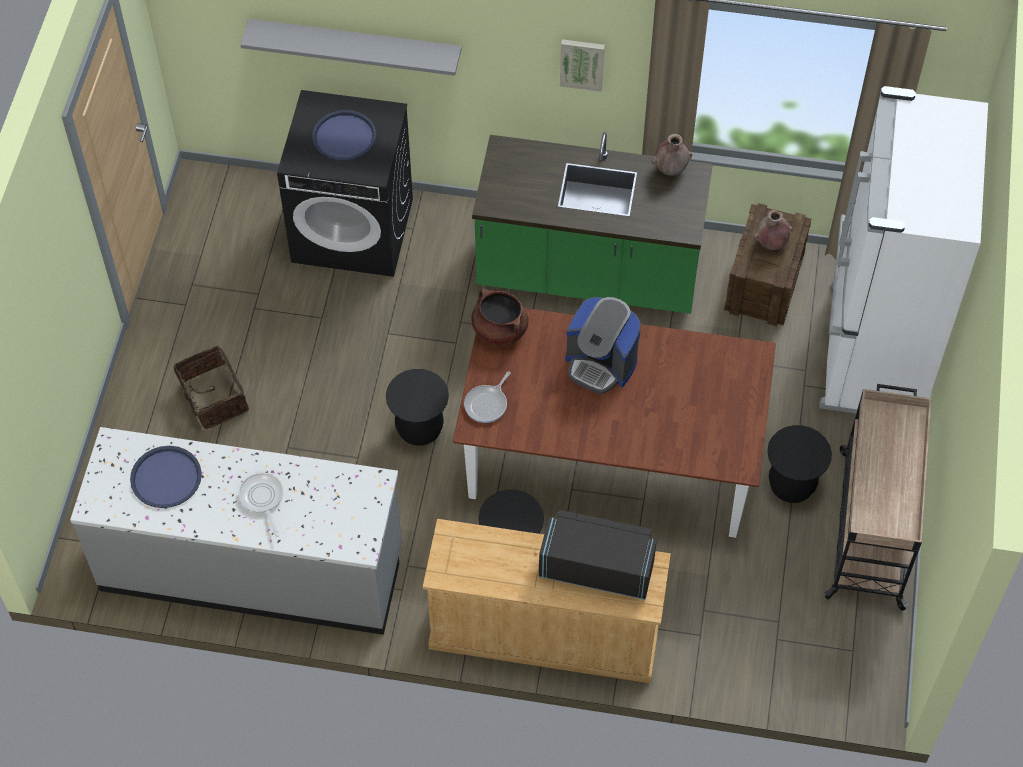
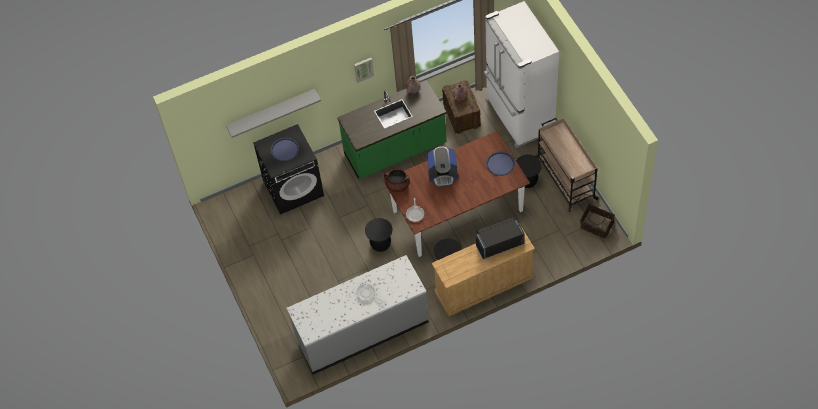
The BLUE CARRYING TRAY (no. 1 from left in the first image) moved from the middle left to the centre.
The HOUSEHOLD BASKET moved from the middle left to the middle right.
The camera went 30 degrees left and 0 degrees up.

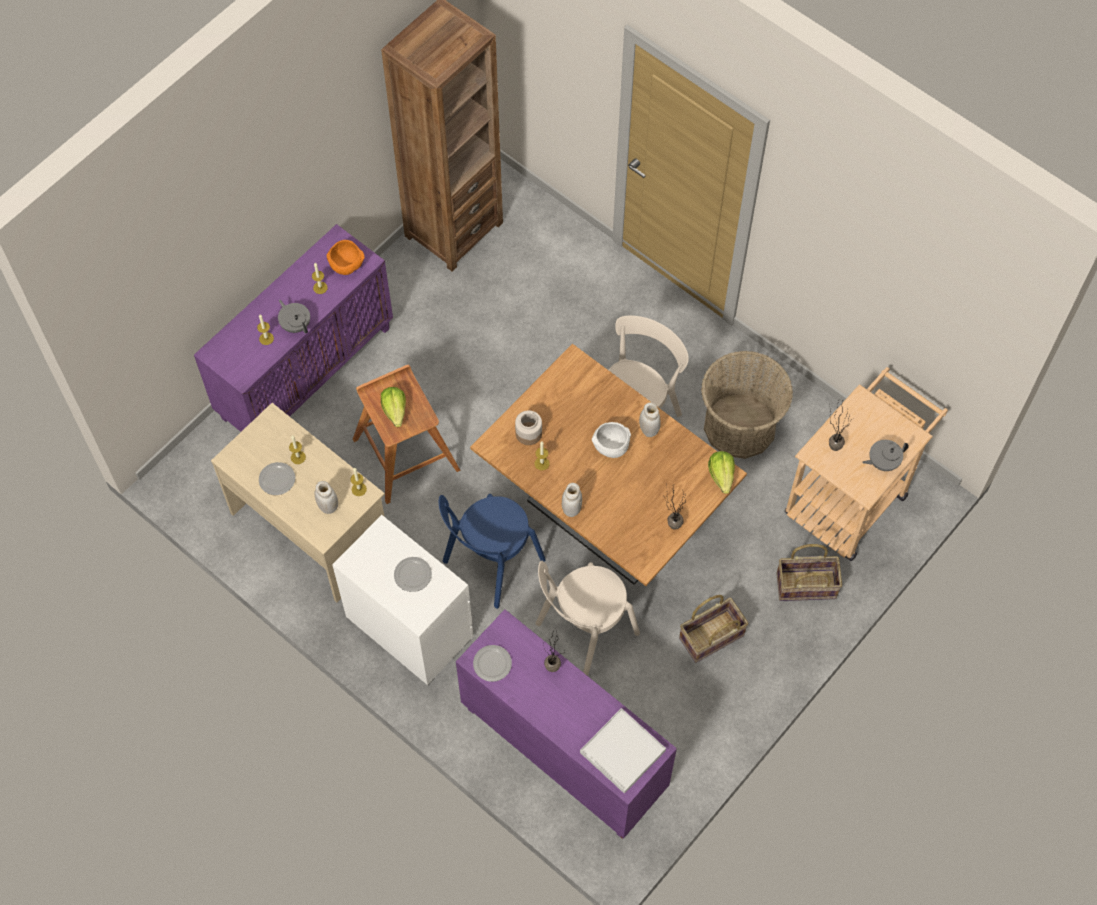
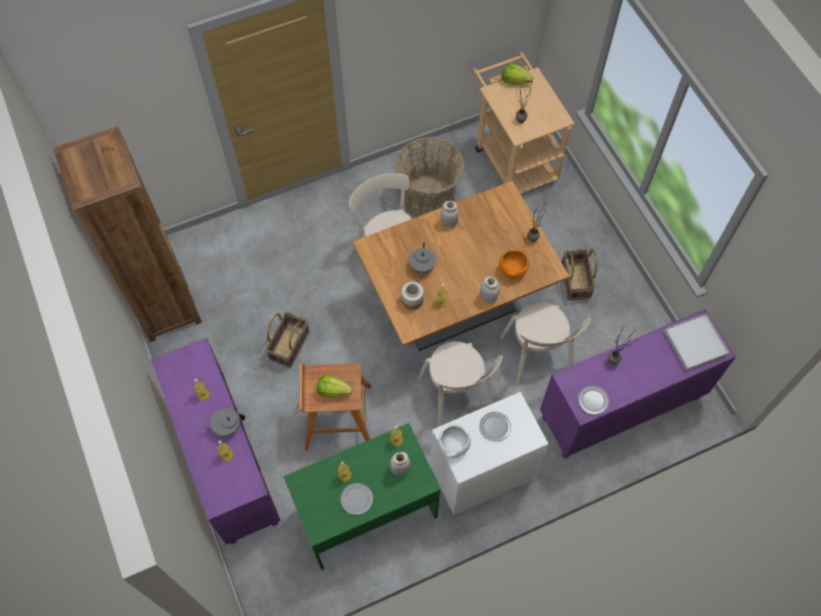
The ORANGEY DEEP DISH moved from the top left to the centre.
The WHITE-COLOURED DEEP DISH moved from the centre to the bottom centre.
The LETTUCE HEAD (no. 2 from left) moved from the centre to the top centre.
The HOUSEHOLD BASKET (no. 3 from left in the first image) moved from the middle right to the centre.
The GRAY POT FOR TEA (no. 2 from left) moved from the middle right to the centre.
The SAND-COLOURED DESK TABLE at the middle left became the GREEN-COLOURED DESK TABLE at the bottom centre.
The BLUE PLAIN CHAIR at the centre became the SAND-COLOURED PLAIN CHAIR (no. 2 from left) at the centre.
The camera went 65 degrees left and 0 degrees up.

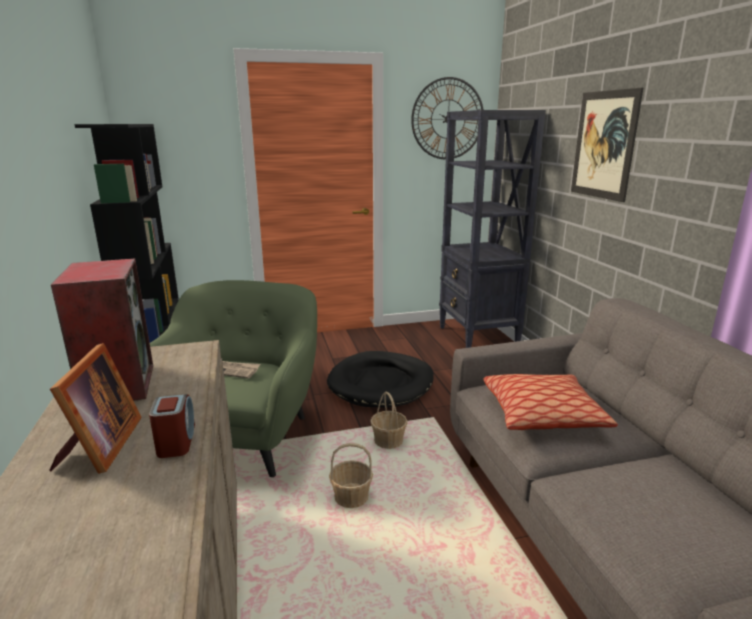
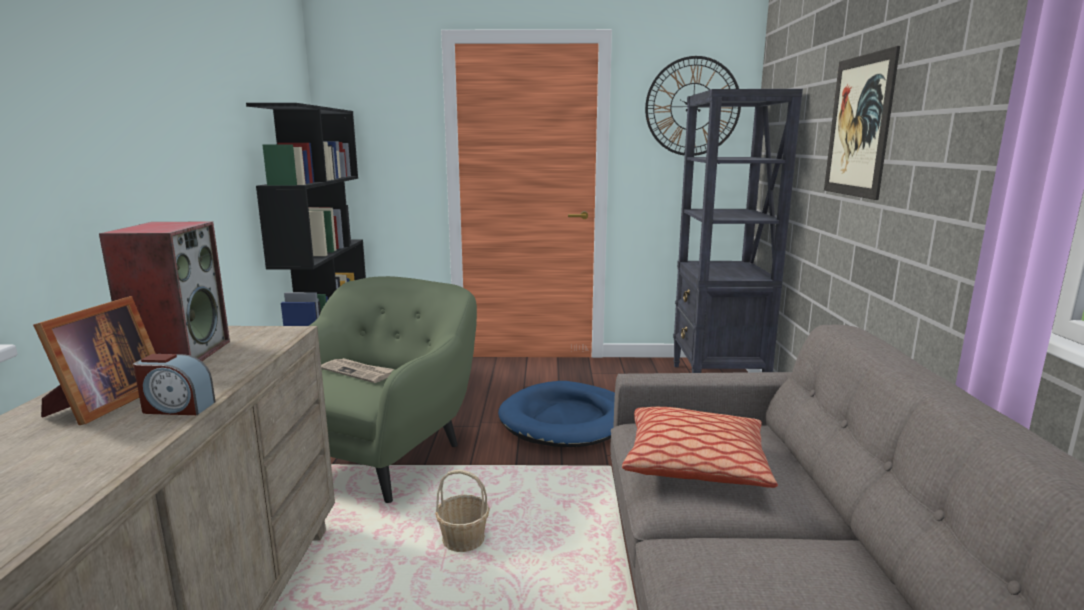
The HOUSEHOLD BASKET (no. 2 from left) at the bottom centre disappeared.
The BLACK-COLOURED DOG CUSHION at the centre became the BLUE DOG CUSHION at the bottom centre.
The TABLE CLOCK at the bottom left turned 90 degrees clockwise.
The camera went 15 degrees right and 5 degrees down.

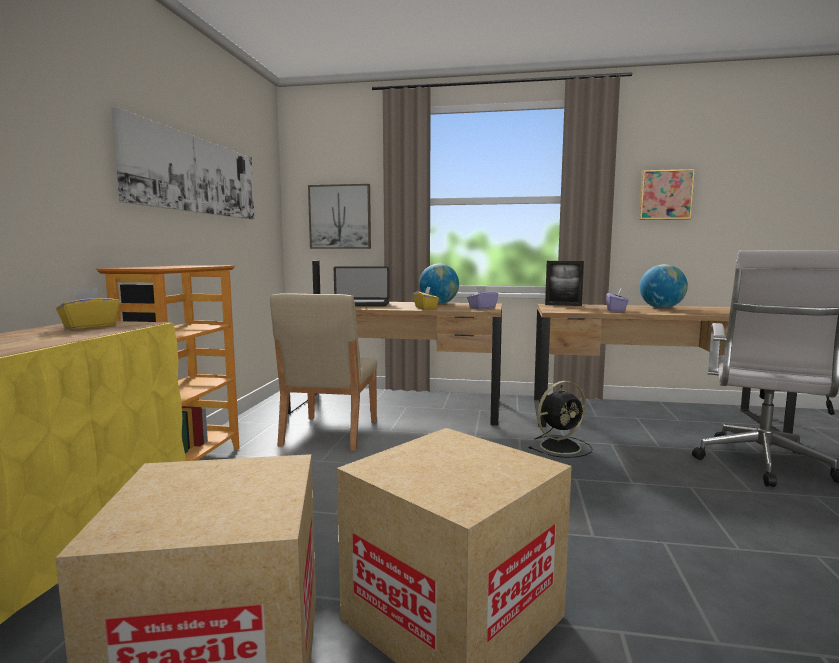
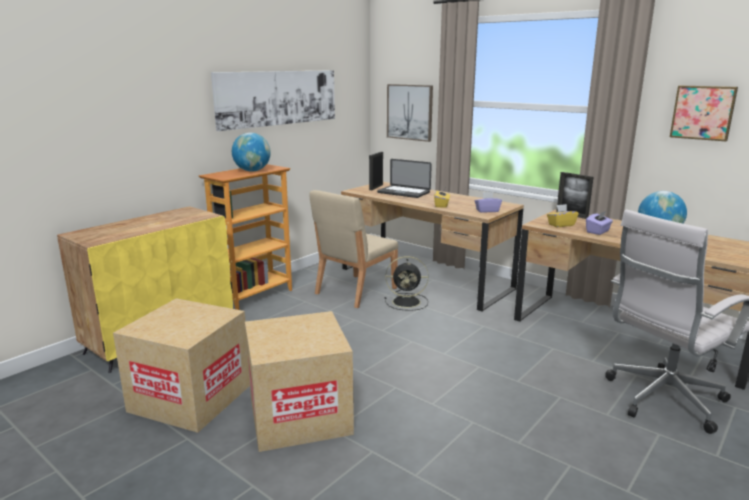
The YELLOW-COLOURED TISSUE HOLDER (no. 1 from left in the first image) moved from the middle left to the middle right.
The WORLD GLOBE (no. 1 from left) moved from the centre to the top centre.
The BLACK-COLOURED FAN moved from the middle right to the centre.
The camera went 30 degrees right and 10 degrees up.

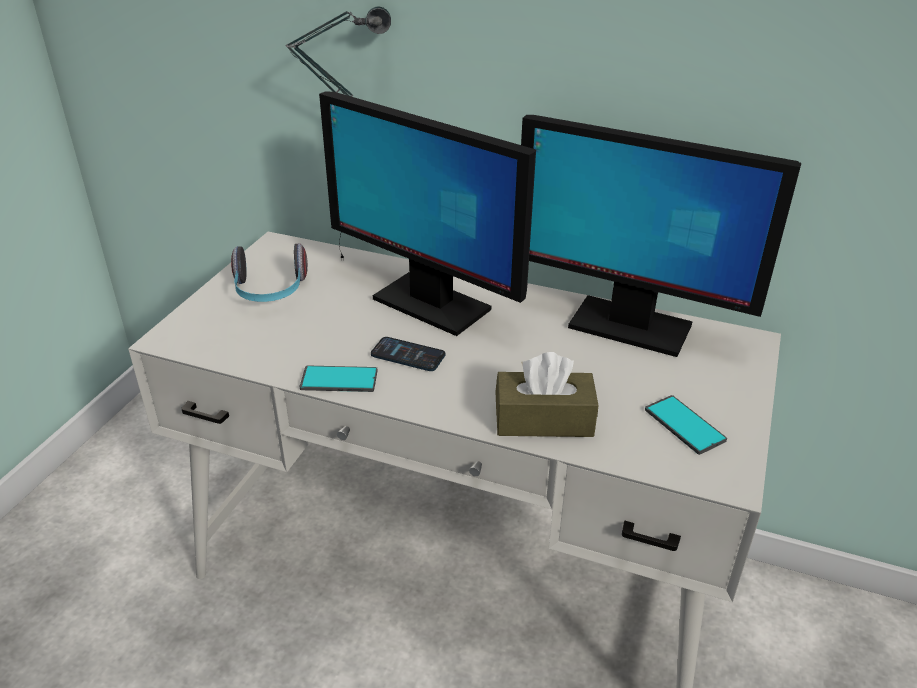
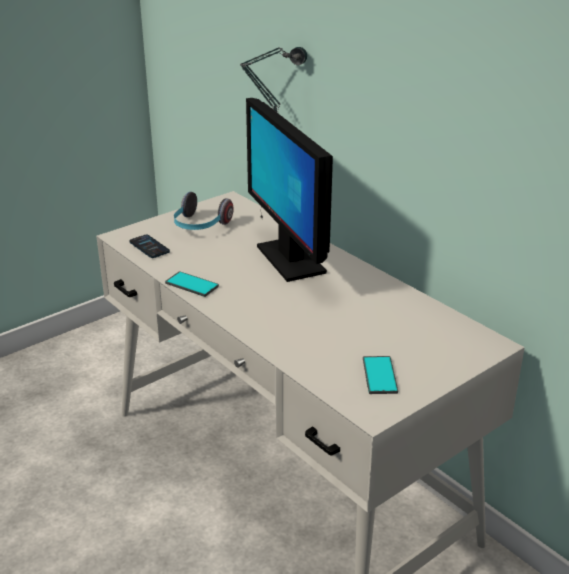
The BROWN-COLOURED TISSUE HOLDER at the centre disappeared.
The MONITOR (no. 2 from left) at the middle right disappeared.
The HANDSET (no. 2 from left in the first image) moved from the centre to the middle left.
The camera went 30 degrees right and 5 degrees down.

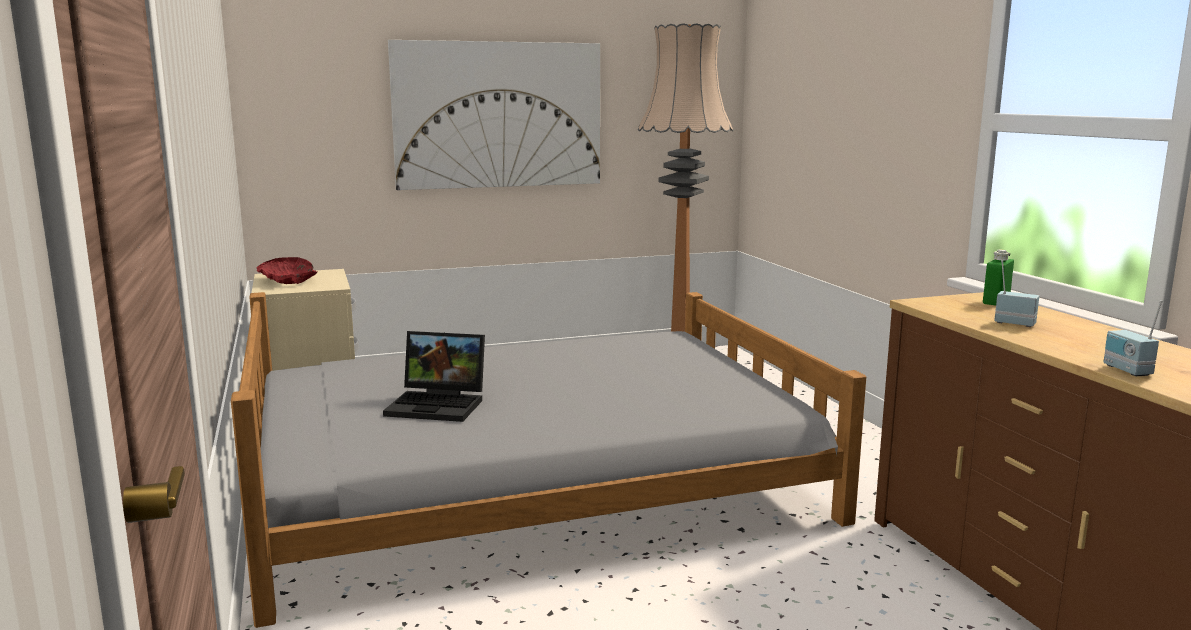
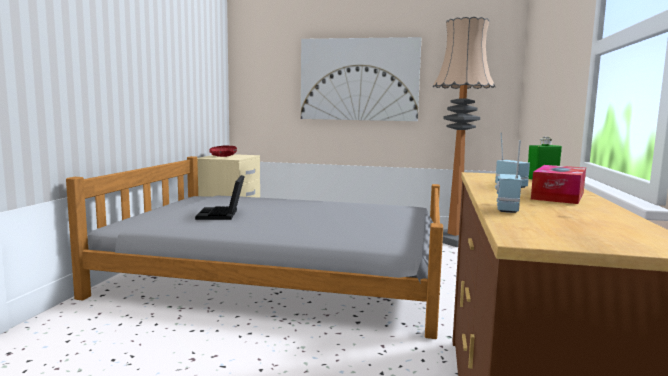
The TISSUE HOLDER at the middle right appeared.
The PORTABLE COMPUTER at the centre turned 45 degrees clockwise.
The camera went 30 degrees right and 5 degrees down.

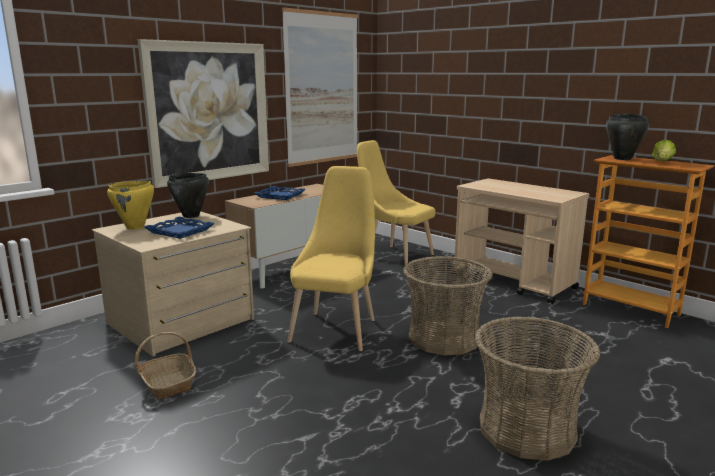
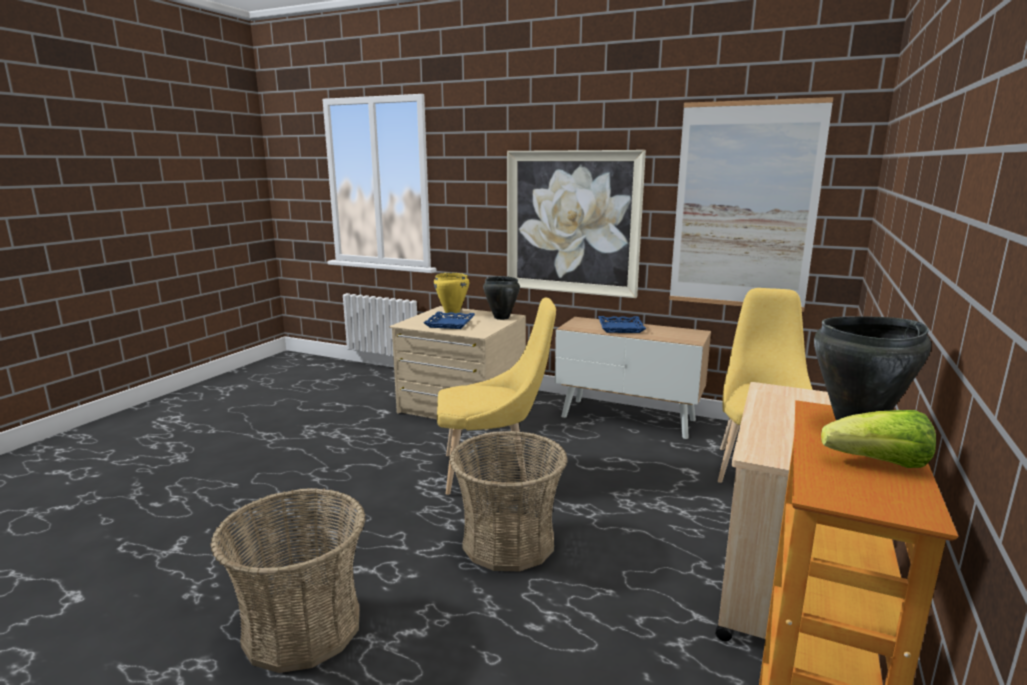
The HOUSEHOLD BASKET (no. 1 from left) at the bottom left disappeared.
The camera went 70 degrees right and 0 degrees up.

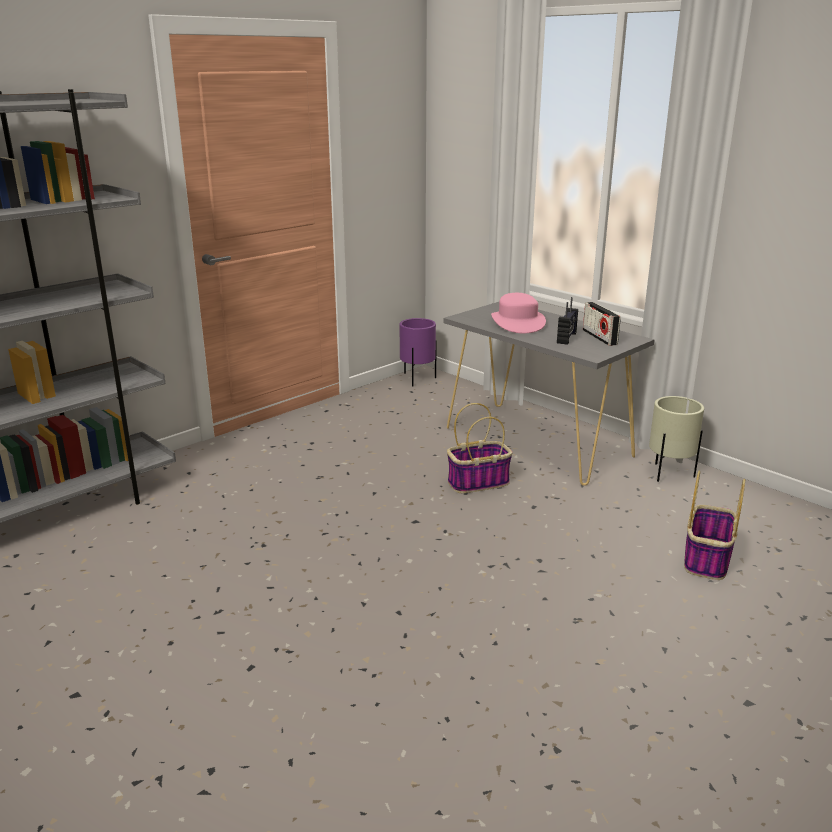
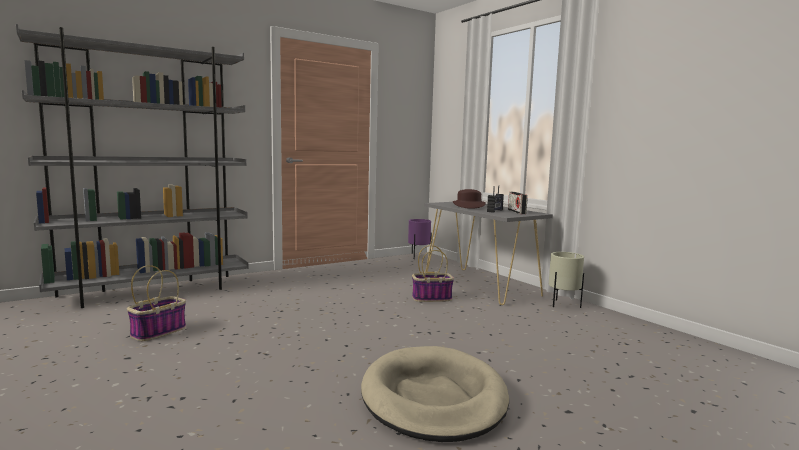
The SAND-COLOURED DOG CUSHION at the bottom centre appeared.
The HOUSEHOLD BASKET (no. 2 from left in the first image) moved from the middle right to the bottom left.
The PINK WEARABLE HAT at the centre became the BROWN-COLOURED WEARABLE HAT at the centre.
The camera went 10 degrees right and 15 degrees down.

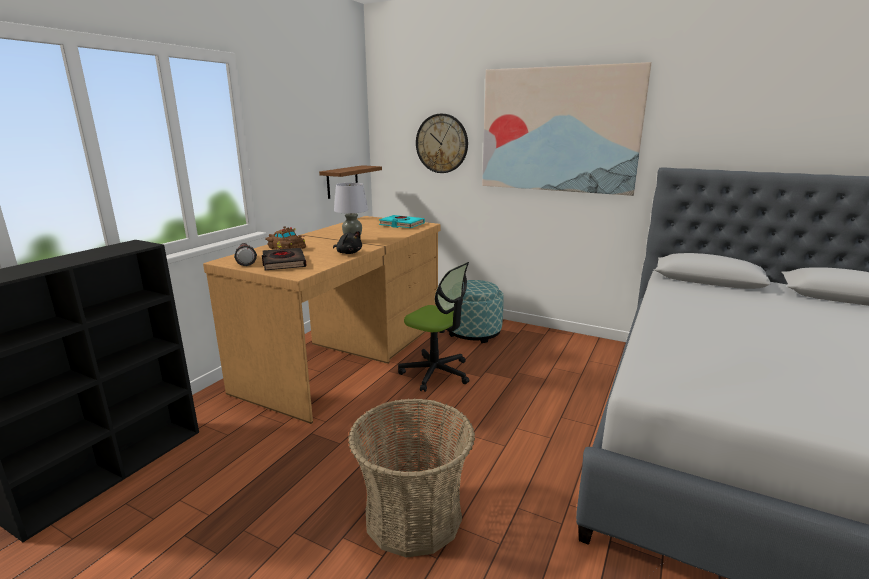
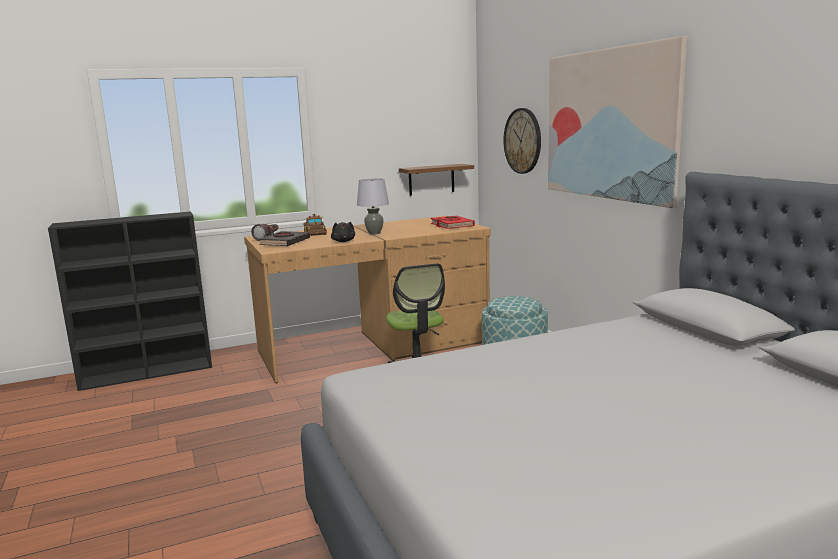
The HOUSEHOLD BASKET at the bottom centre disappeared.
The BLUE-GREEN VOLUME at the centre became the REDDISH VOLUME at the centre.
The camera went 40 degrees right and 5 degrees down.

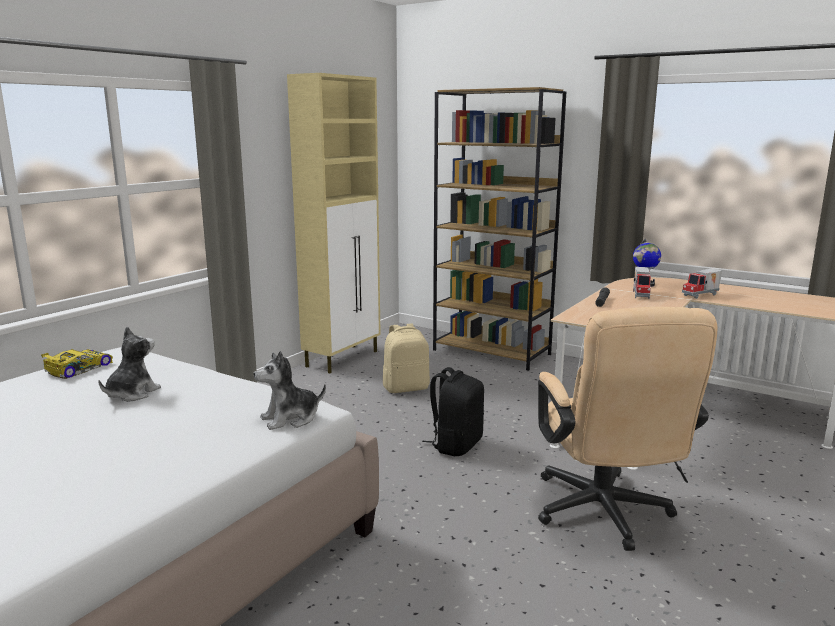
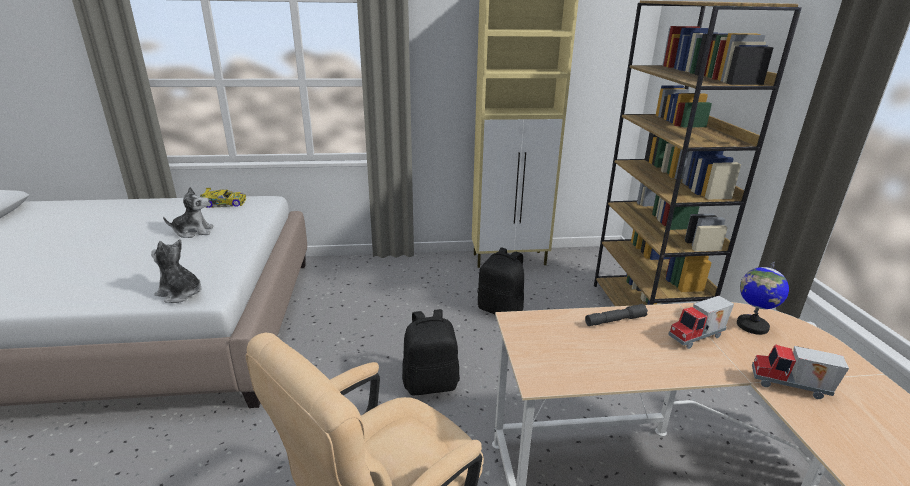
The SAND-COLOURED BACKPACK at the centre became the BLACK-COLOURED BACKPACK (no. 2 from left) at the centre.
The camera went 50 degrees right and 10 degrees up.

